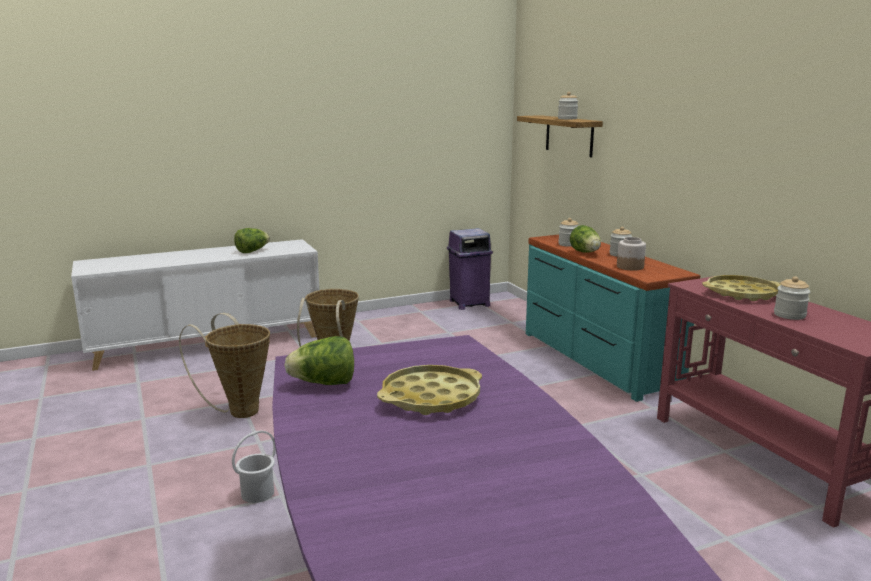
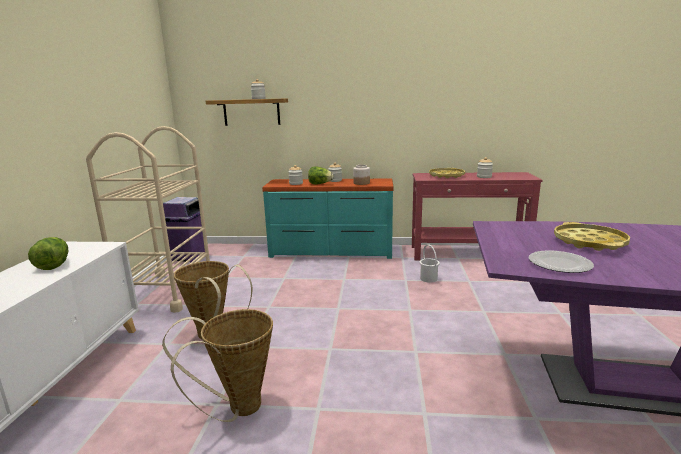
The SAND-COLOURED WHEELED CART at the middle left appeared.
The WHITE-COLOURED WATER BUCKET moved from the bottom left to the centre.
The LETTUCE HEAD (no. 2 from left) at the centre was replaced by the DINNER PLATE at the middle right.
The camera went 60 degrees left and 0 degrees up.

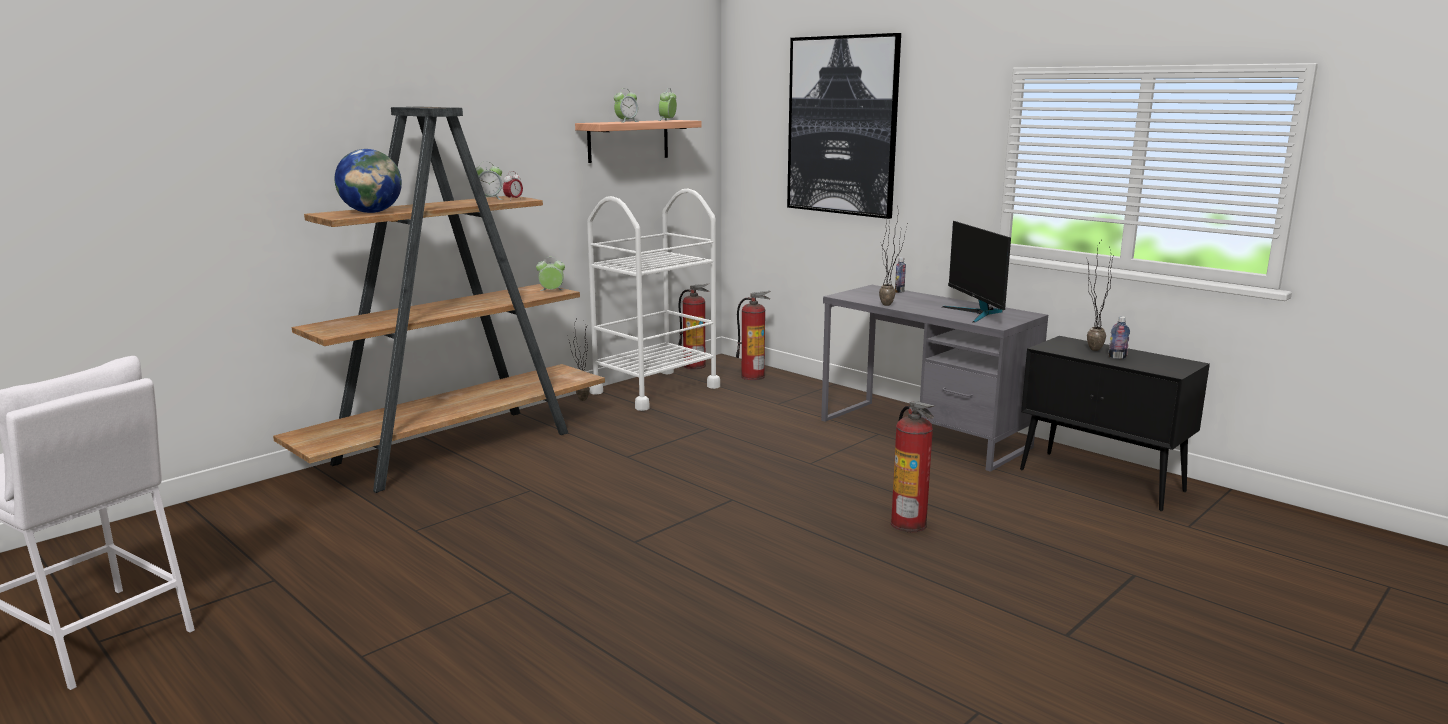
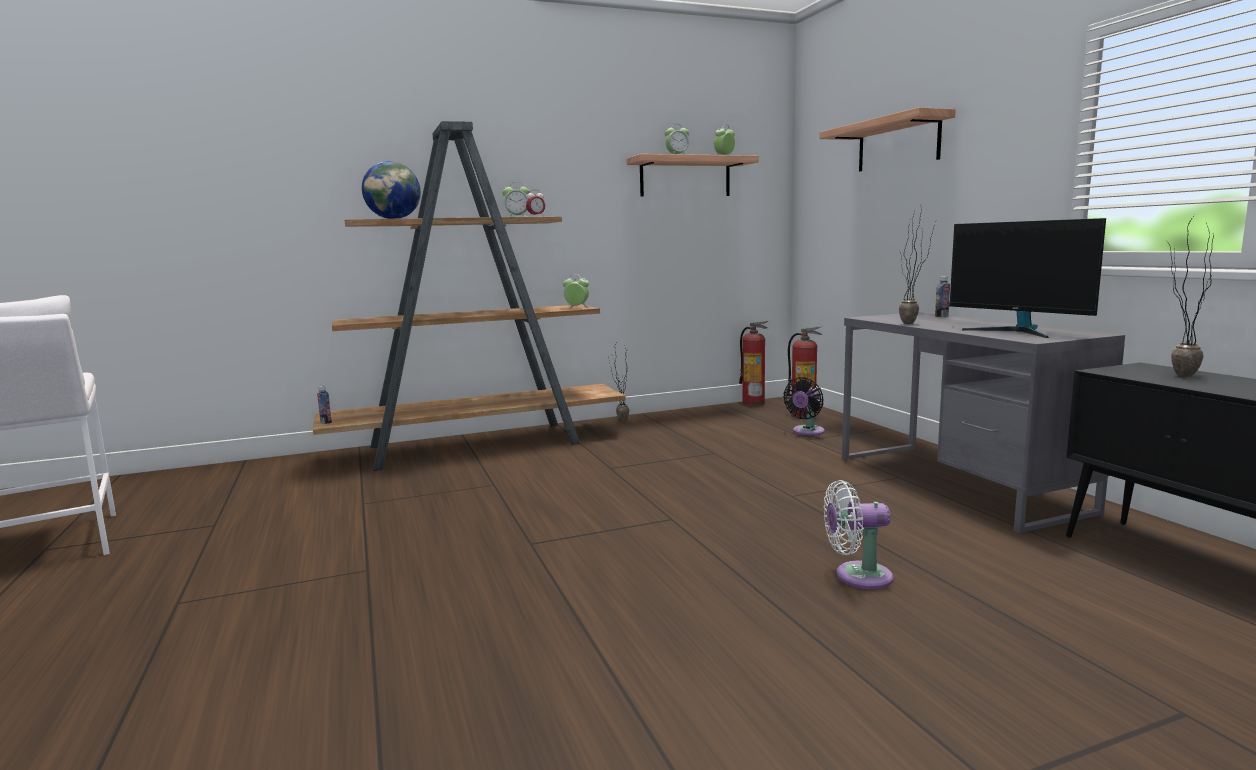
The WHITE-COLOURED WHEELED CART at the centre disappeared.
The BLACK-COLOURED FAN at the centre appeared.
The DRINK BOTTLE (no. 2 from left in the first image) moved from the middle right to the middle left.
The WALL PICTURE at the top centre was replaced by the SHELF (no. 2 from left) at the top right.
The FIRE EXTINGUISHER (no. 3 from left) at the centre was replaced by the WHITE-COLOURED FAN at the bottom right.
The MONITOR at the middle right turned 45 degrees counterclockwise.
The camera went 25 degrees right and 5 degrees down.

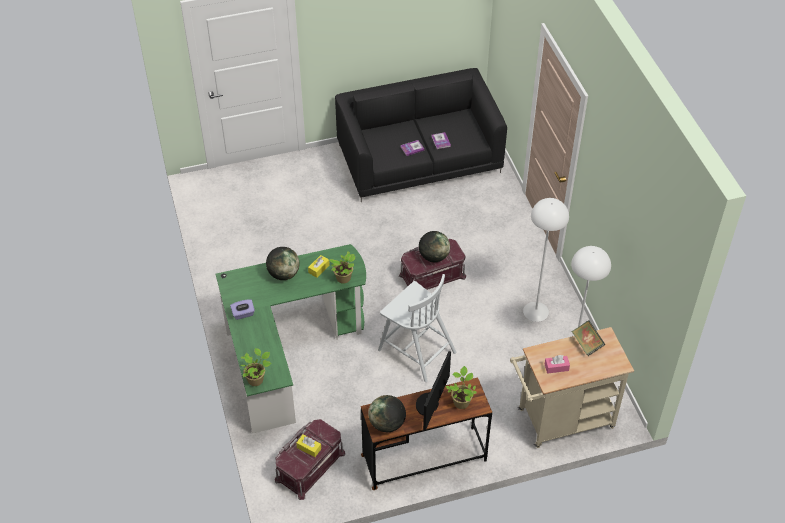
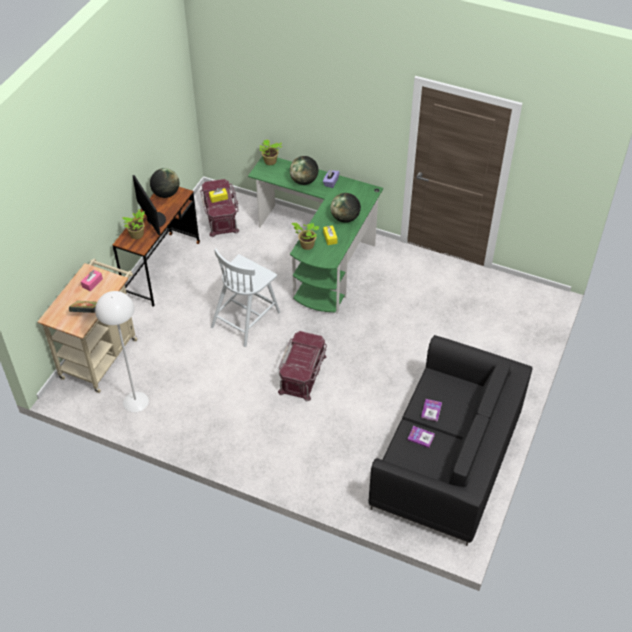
The WHITE-COLOURED STANDING LAMP (no. 1 from left) at the middle right disappeared.
The WORLD GLOBE (no. 3 from left in the first image) moved from the centre to the top centre.
The WHITE-COLOURED PLAIN CHAIR at the centre turned 45 degrees counterclockwise.
The camera went 130 degrees right and 0 degrees up.

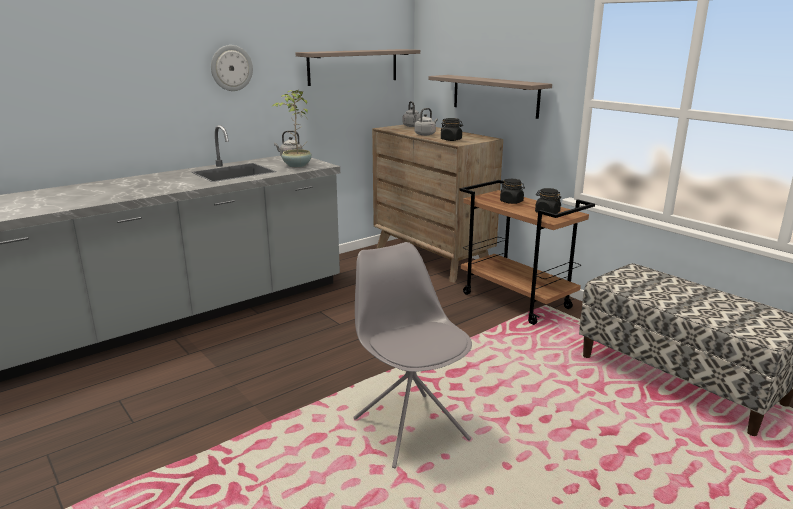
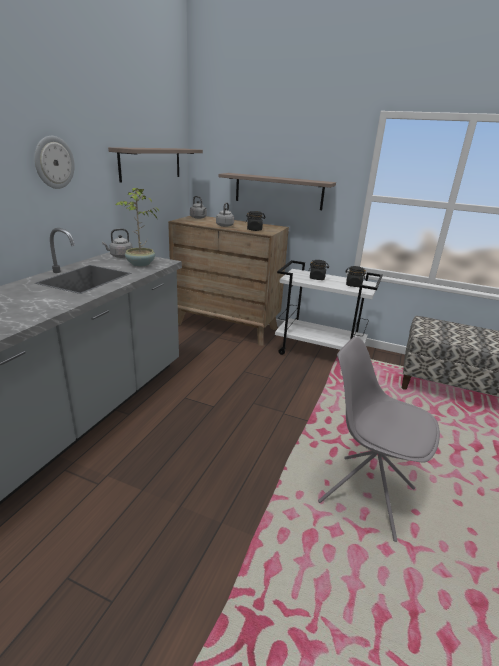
The BROWN-COLOURED WHEELED CART at the centre became the WHITE-COLOURED WHEELED CART at the centre.
The camera went 30 degrees left and 5 degrees up.

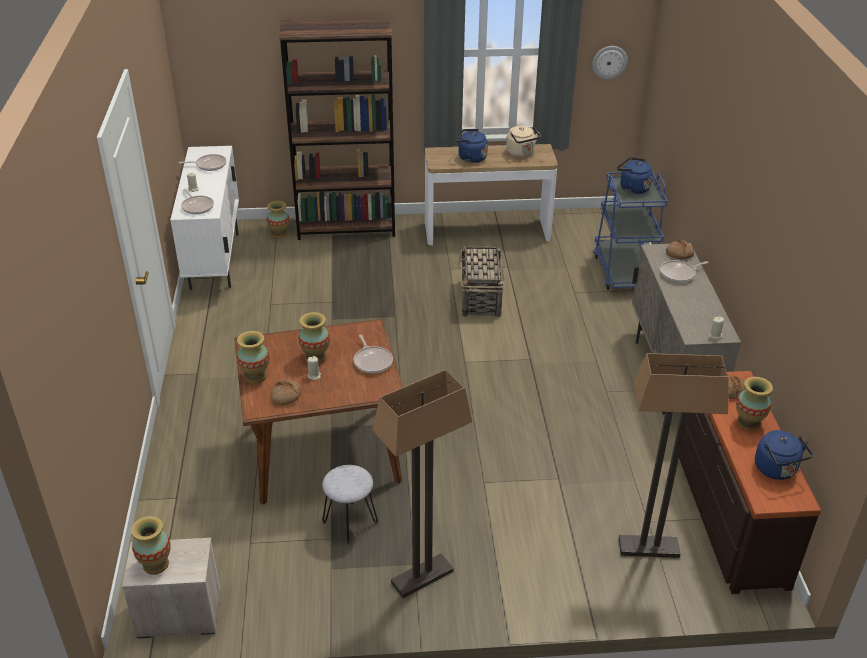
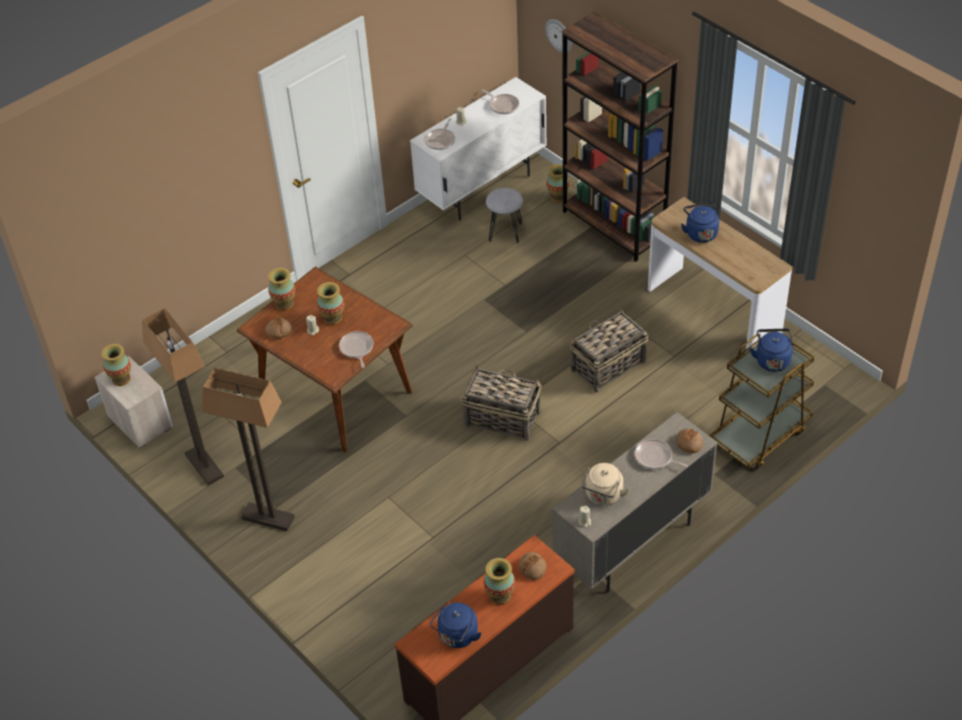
The HOUSEHOLD BASKET (no. 1 from left) at the centre appeared.
The GRAY STOOL SEAT moved from the bottom centre to the top centre.
The SAND-COLOURED KETTLE moved from the top centre to the bottom centre.
The WALL CLOCK moved from the top right to the top centre.
The STANDING LAMP (no. 2 from left in the first image) moved from the bottom right to the middle left.
The BLUE WHEELED CART at the middle right became the BROWN-COLOURED WHEELED CART at the middle right.
The SKILLET (no. 3 from left in the first image) at the centre turned 135 degrees clockwise.
The camera went 55 degrees right and 10 degrees up.

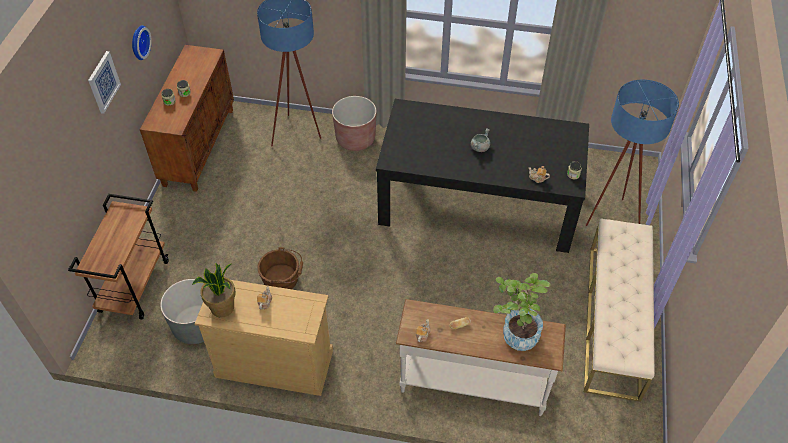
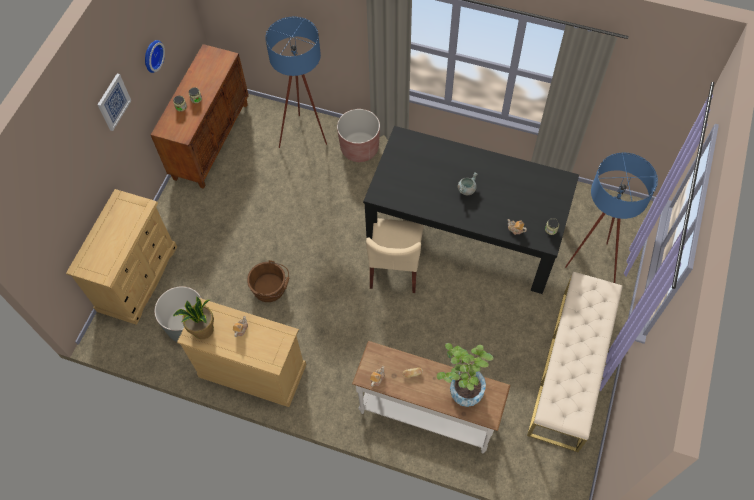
The SAND-COLOURED PLAIN CHAIR at the centre appeared.
The BROWN-COLOURED WHEELED CART at the middle left was replaced by the SAND-COLOURED CHEST OF DRAWERS (no. 1 from left) at the middle left.
The camera went 10 degrees right and 10 degrees up.

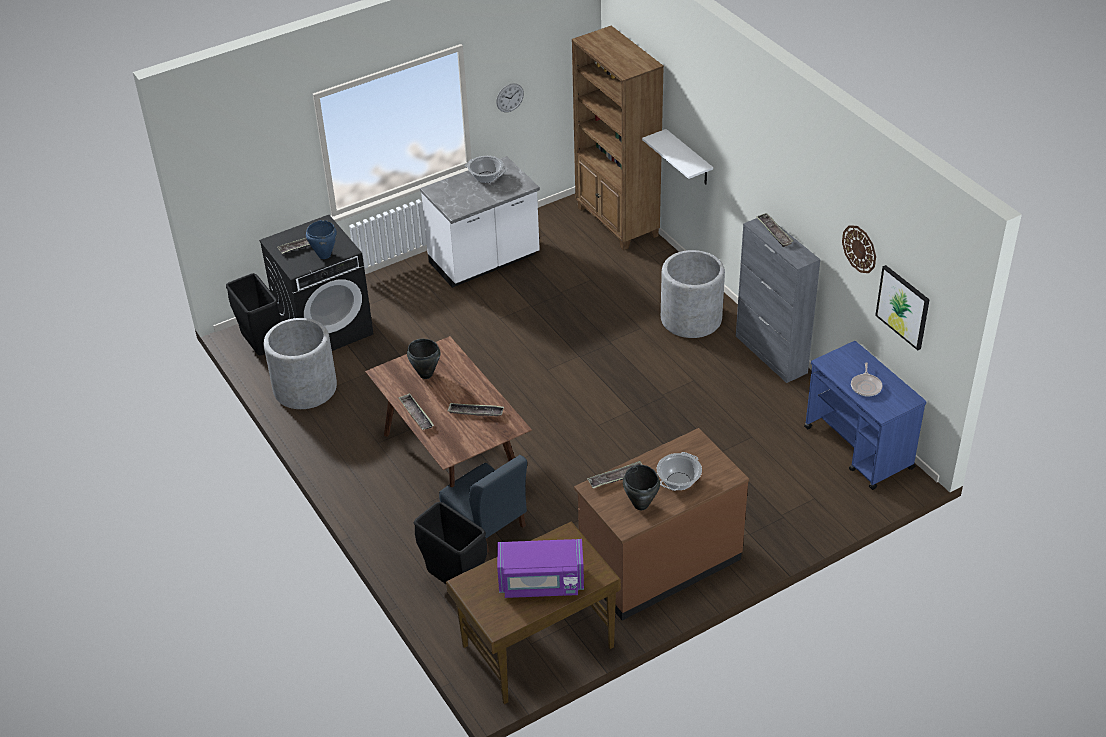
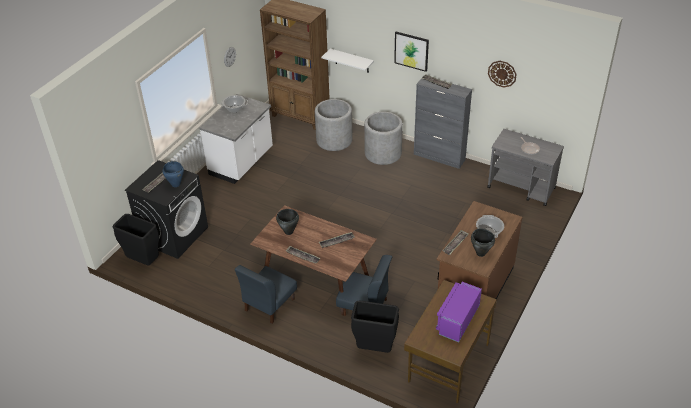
The BLUE PLAIN CHAIR (no. 1 from left) at the bottom centre appeared.
The GRAY PLANTER (no. 1 from left) moved from the middle left to the top centre.
The WALL PICTURE moved from the middle right to the top centre.
The BLUE WHEELED CART at the middle right became the GRAY WHEELED CART at the middle right.
The PURPLE-COLOURED MICROWAVE at the bottom centre turned 150 degrees clockwise.
The camera went 30 degrees left and 0 degrees up.

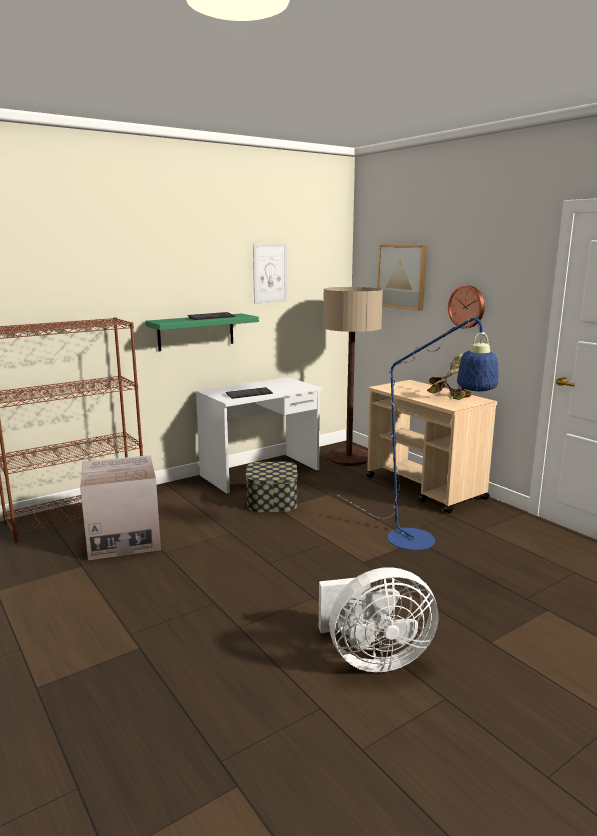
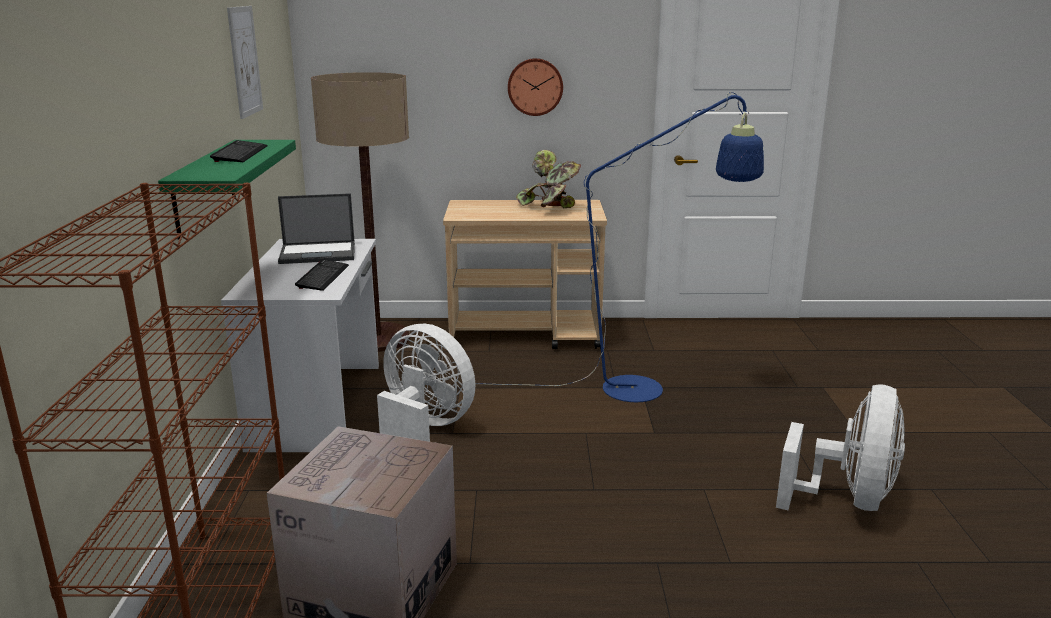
The WALL PICTURE (no. 2 from left) at the top right disappeared.
The PORTABLE COMPUTER at the middle left appeared.
The STORAGE BOX at the centre was replaced by the WHITE-COLOURED FAN (no. 1 from left) at the centre.
The camera went 55 degrees left and 5 degrees up.

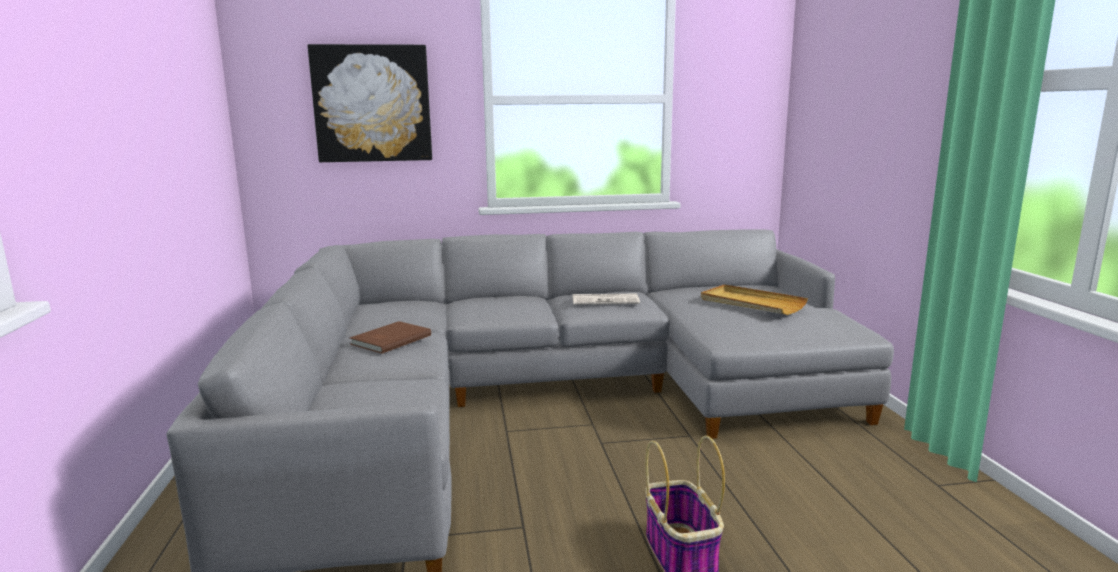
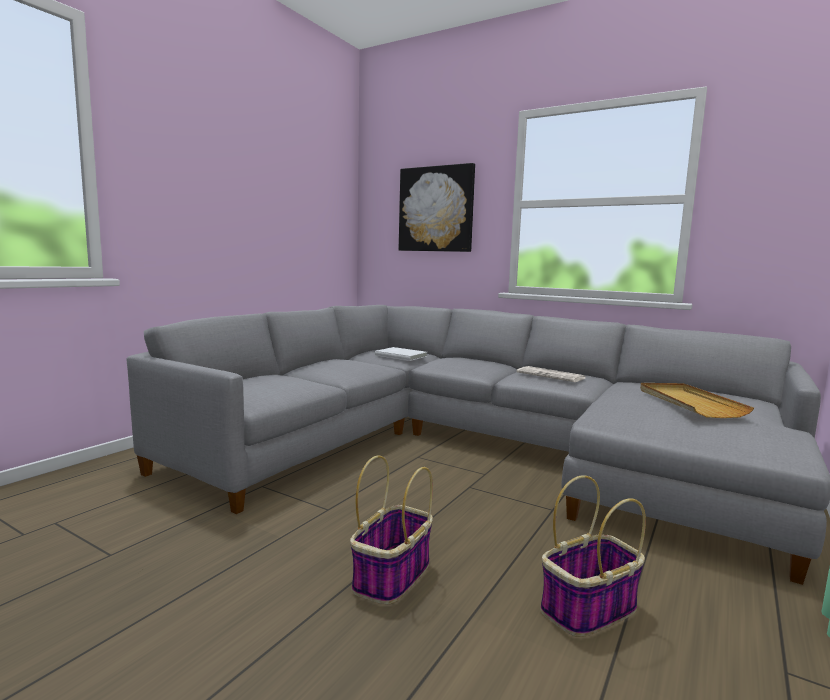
The BROWN-COLOURED VOLUME at the centre disappeared.
The WHITE-COLOURED VOLUME at the centre appeared.
The HOUSEHOLD BASKET (no. 2 from left) at the bottom right appeared.
The camera went 40 degrees right and 5 degrees down.

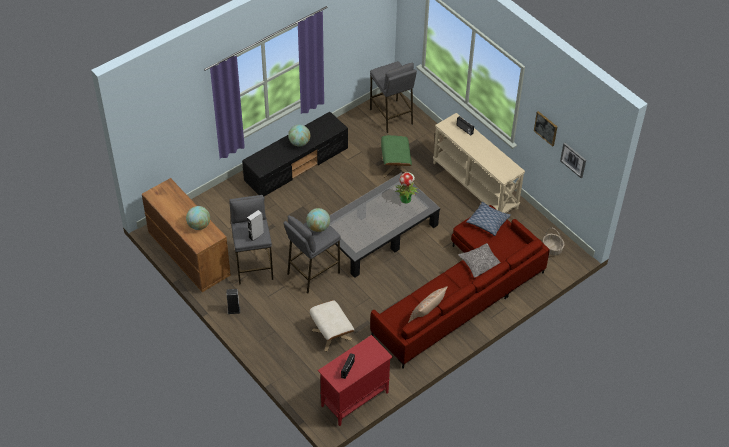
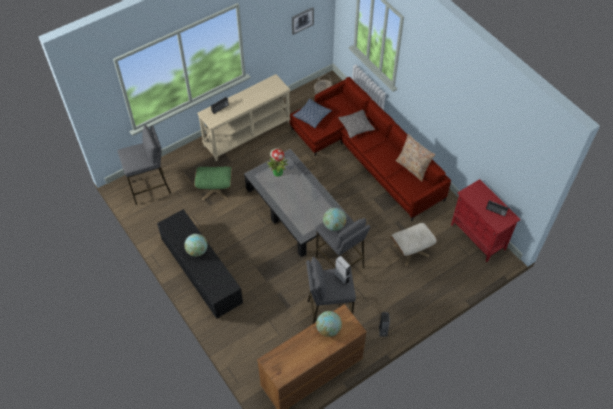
The WALL PICTURE (no. 1 from left) at the top right disappeared.
The camera went 85 degrees left and 5 degrees up.

